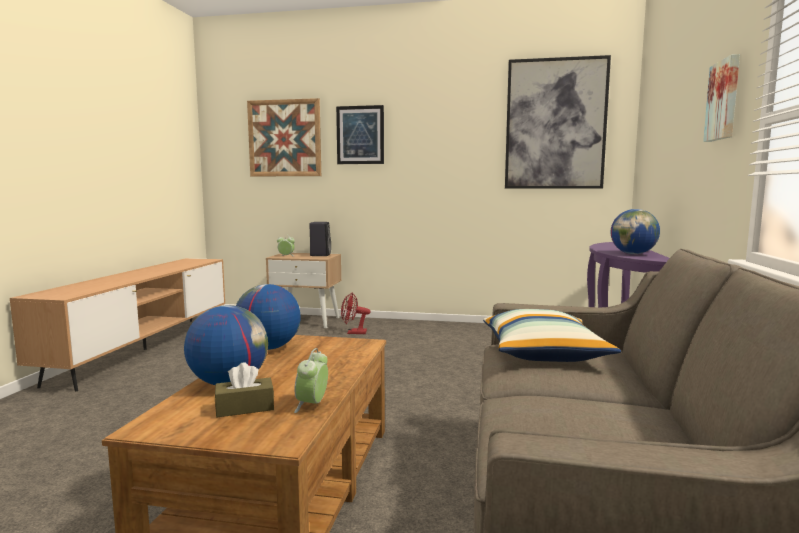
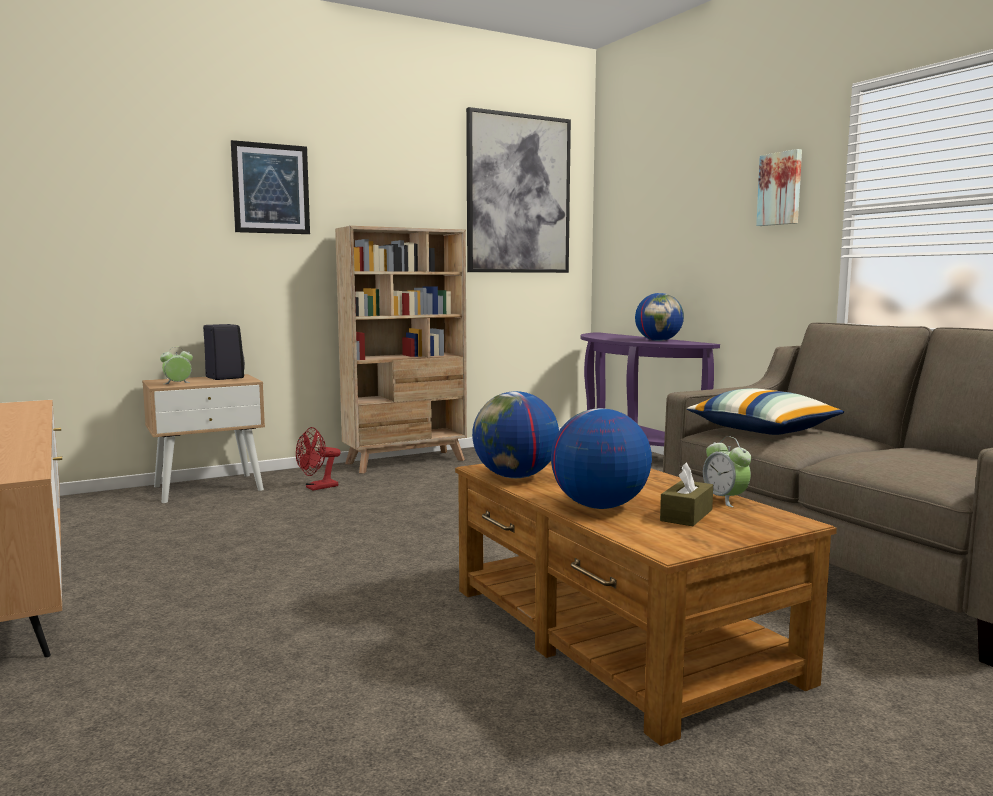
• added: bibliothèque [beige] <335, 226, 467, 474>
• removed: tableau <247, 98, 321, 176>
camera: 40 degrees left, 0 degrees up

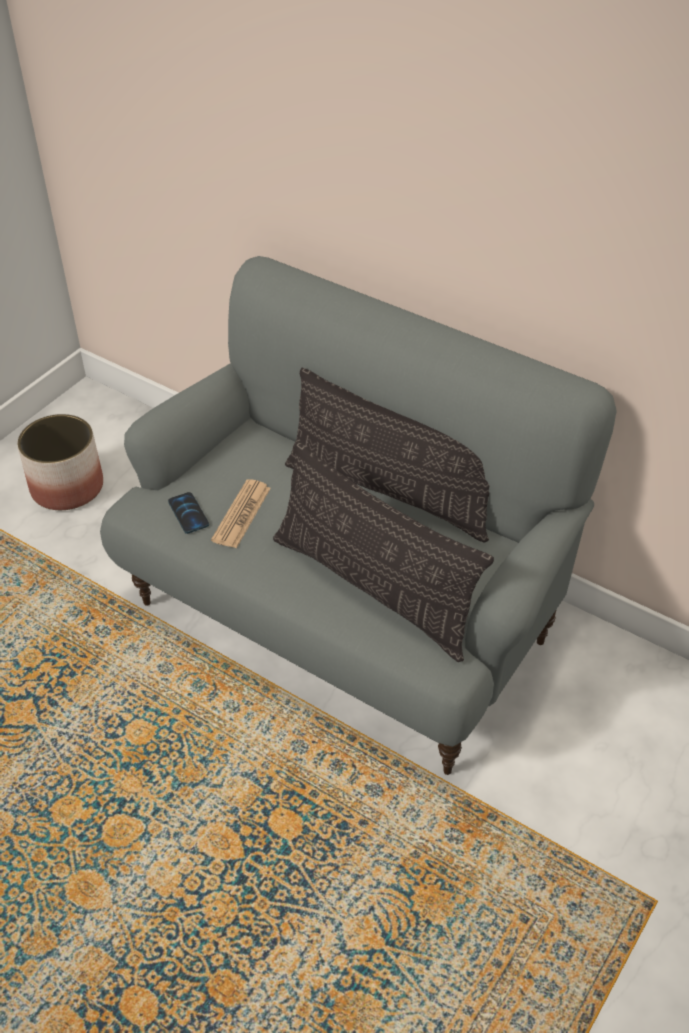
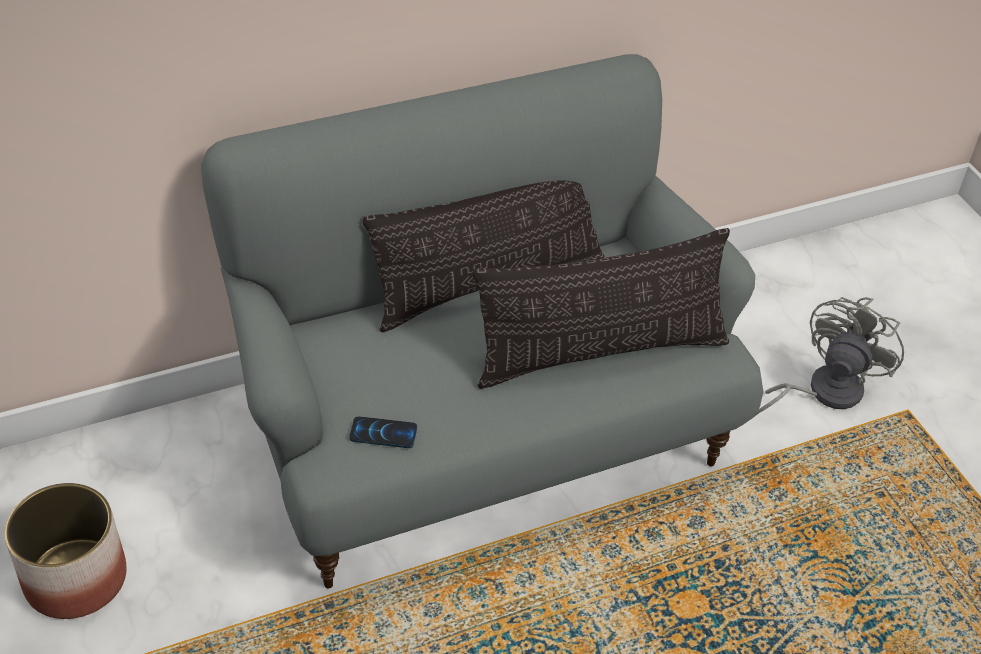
• added: ventilateur [gris] <753, 297, 904, 418>
• removed: journal <211, 479, 271, 548>
camera: 60 degrees left, 0 degrees up

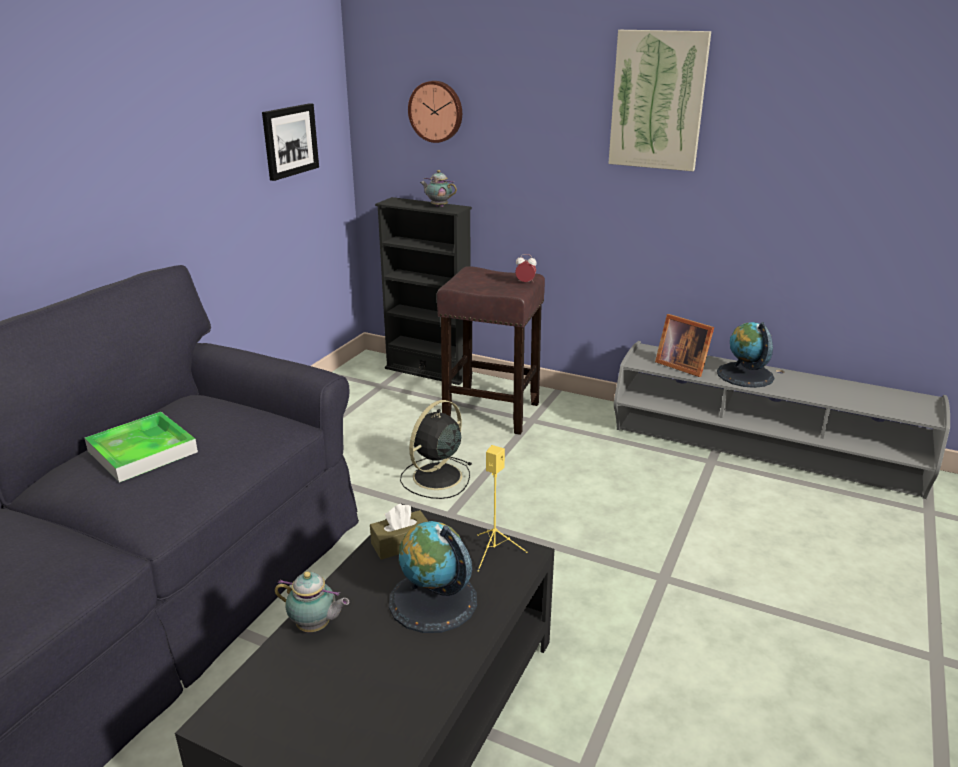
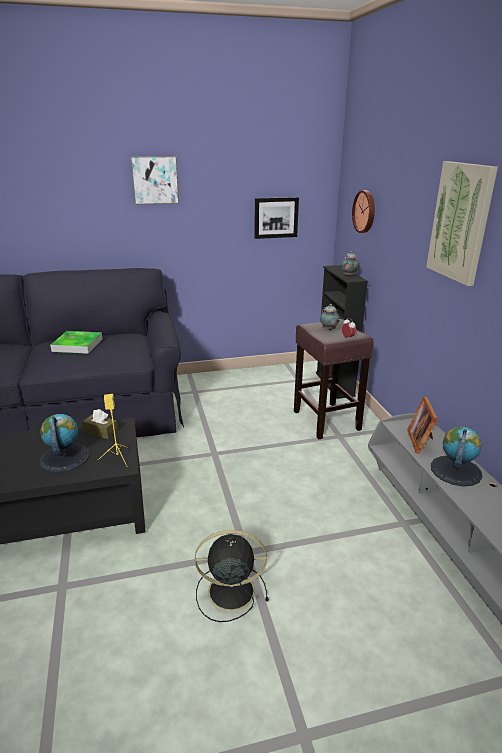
• added: tableau <130, 156, 179, 205>
• moved: ventilateur [noir] <400, 400, 472, 499> to <195, 530, 269, 622>
• moved: théière <275, 571, 349, 632> to <320, 304, 340, 331>
camera: 50 degrees right, 0 degrees up

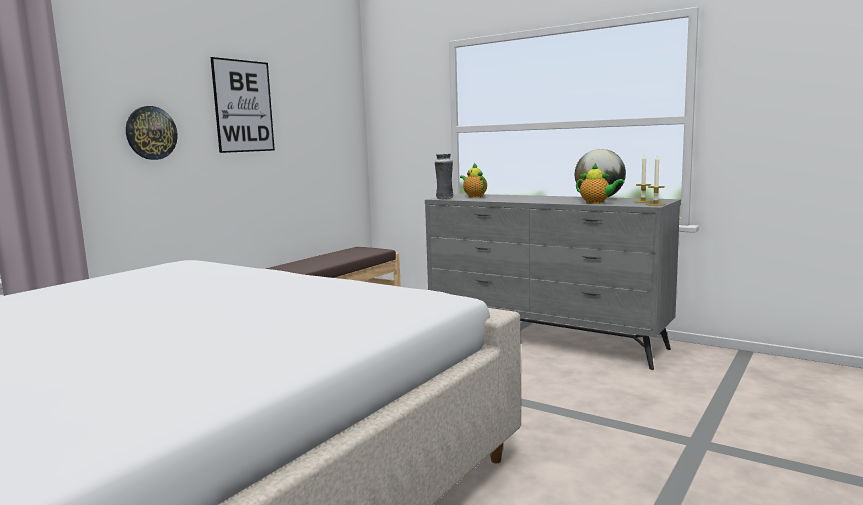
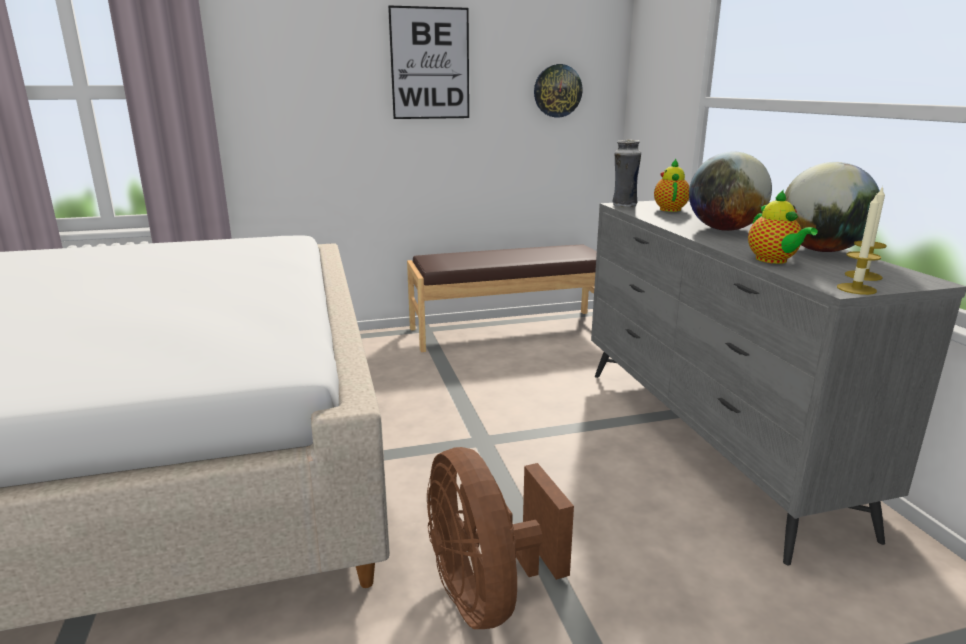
• added: ventilateur [marron] <427, 447, 574, 629>
• moved: horloge murale <126, 106, 177, 160> to <534, 64, 583, 118>
• added: globe <689, 151, 772, 231>
camera: 40 degrees right, 10 degrees up

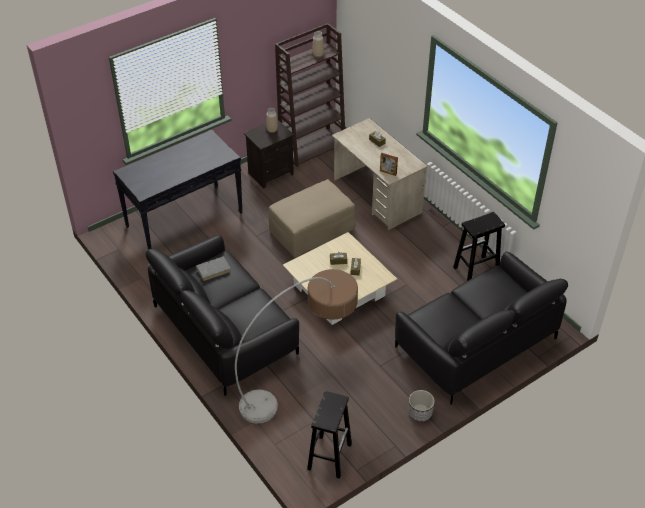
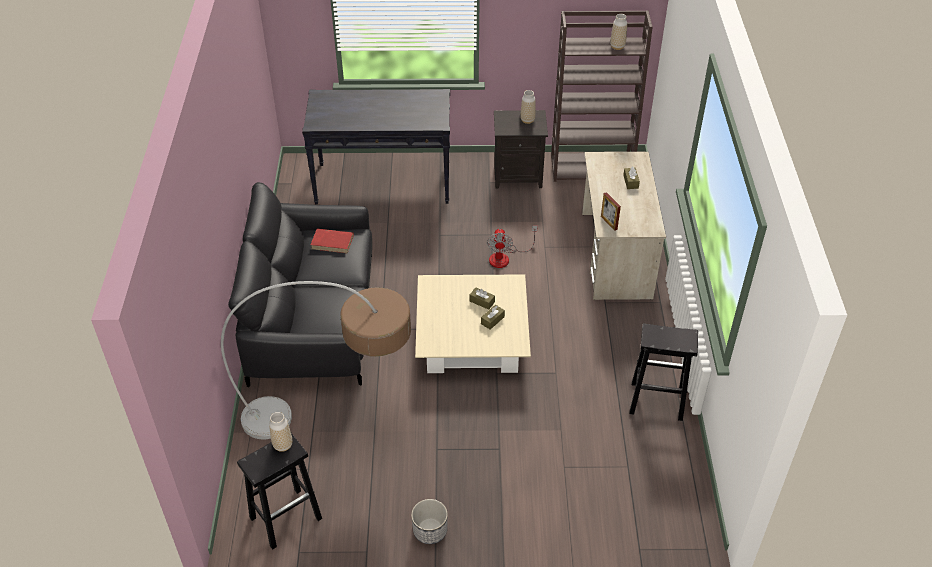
• added: vase <269, 412, 292, 452>
• recoloured: livre [gris] <196, 256, 231, 281> to livre [rouge] <311, 229, 354, 254>
• replaced: pouf [beige] <268, 179, 355, 257> to ventilateur <487, 226, 537, 268>
• removed: canapé [noir] <395, 251, 568, 404>
camera: 35 degrees right, 0 degrees up

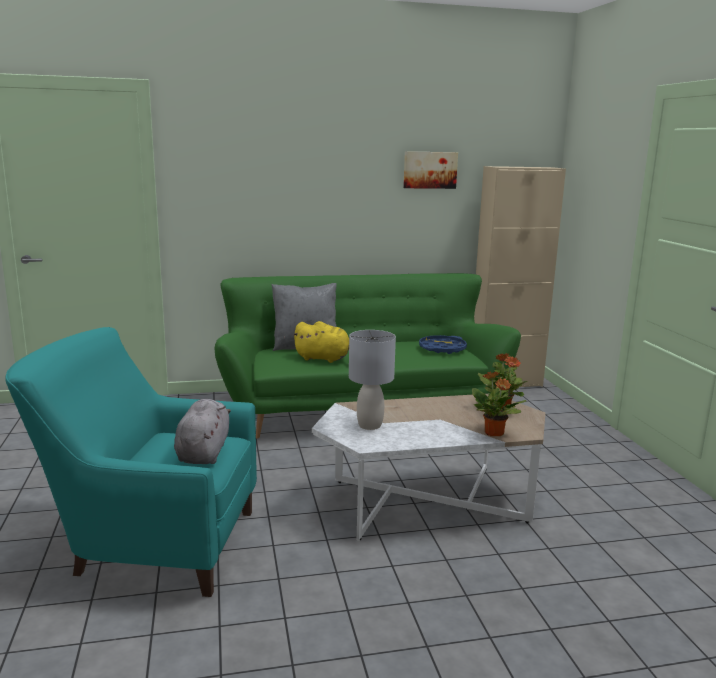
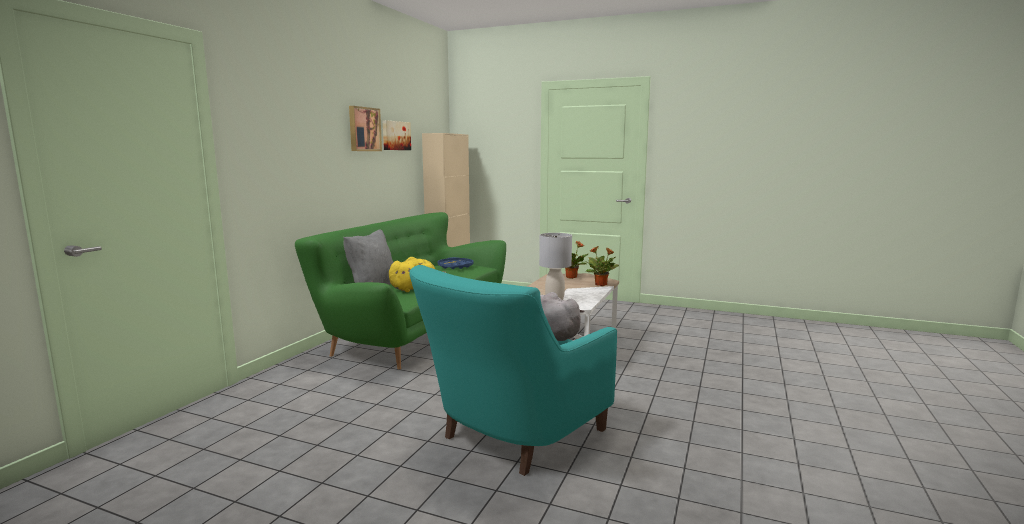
• added: tableau <349, 106, 382, 151>
camera: 55 degrees left, 5 degrees down

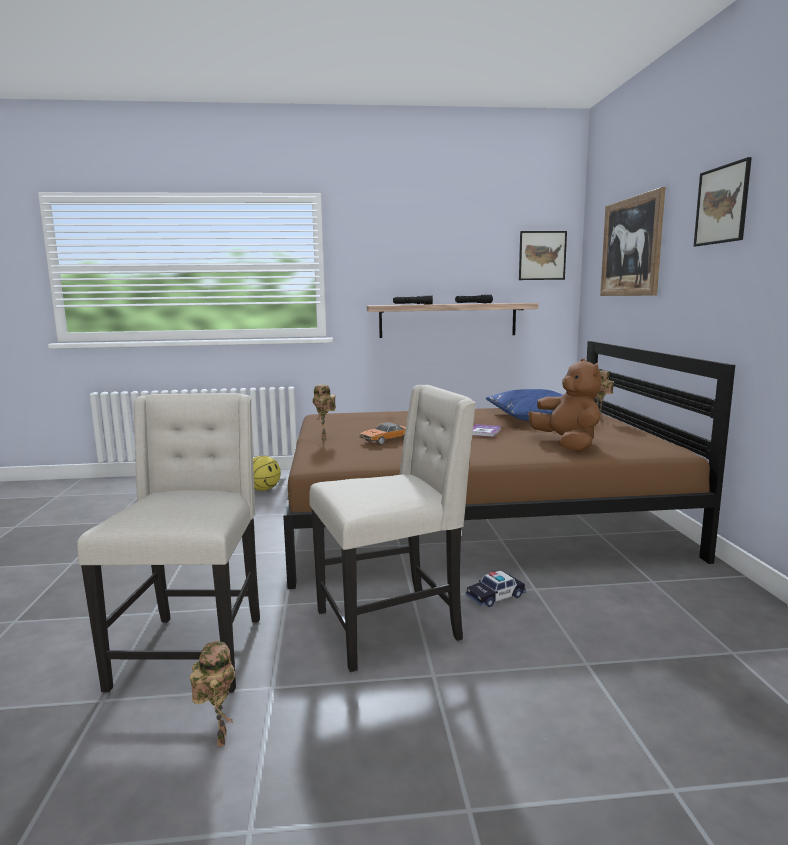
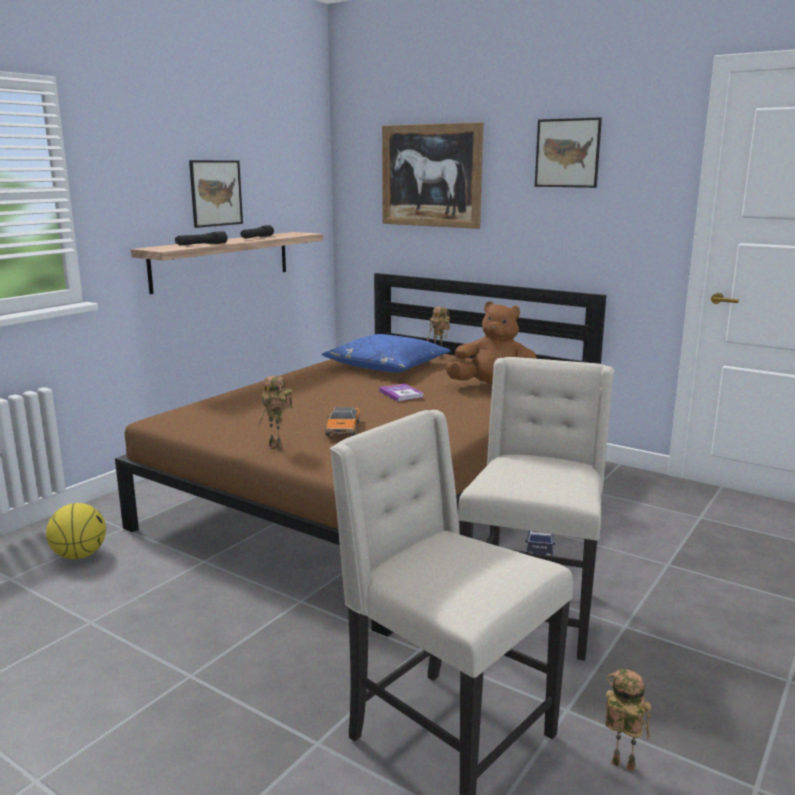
• moved: tableau <519, 231, 567, 280> to <189, 160, 243, 228>
camera: 50 degrees left, 5 degrees up

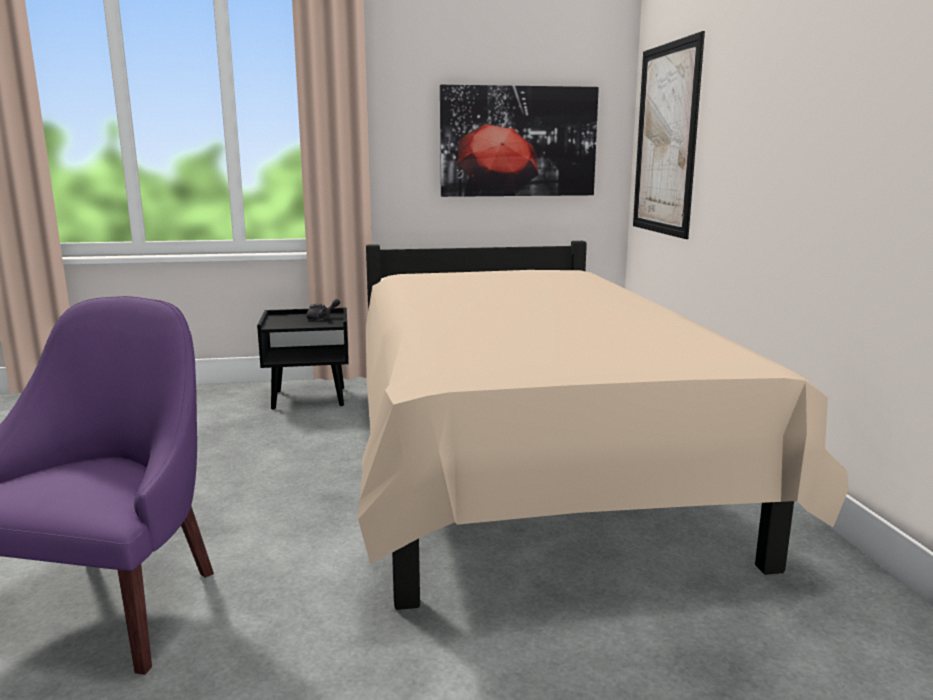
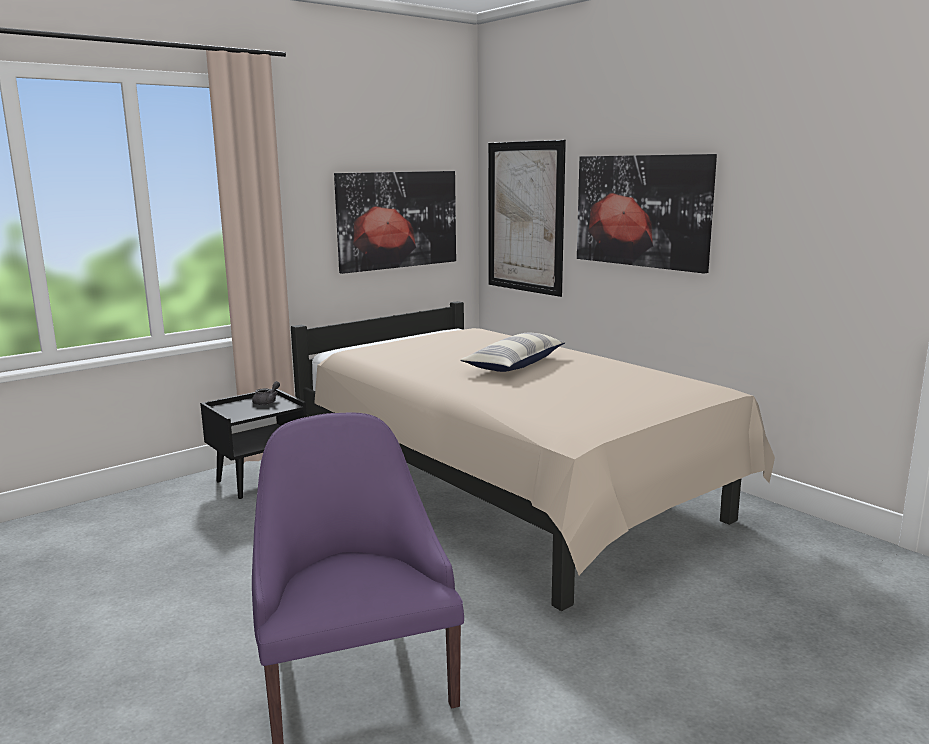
• added: coussin <460, 333, 566, 372>
• added: tableau <577, 154, 717, 274>
camera: 30 degrees left, 0 degrees up

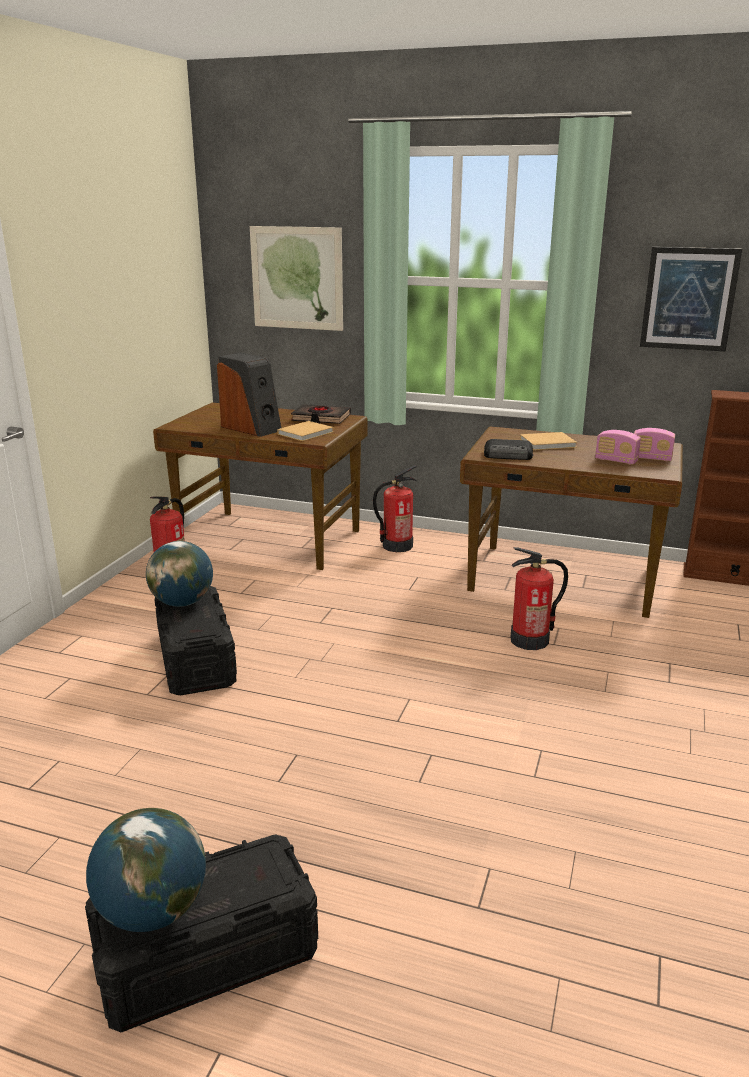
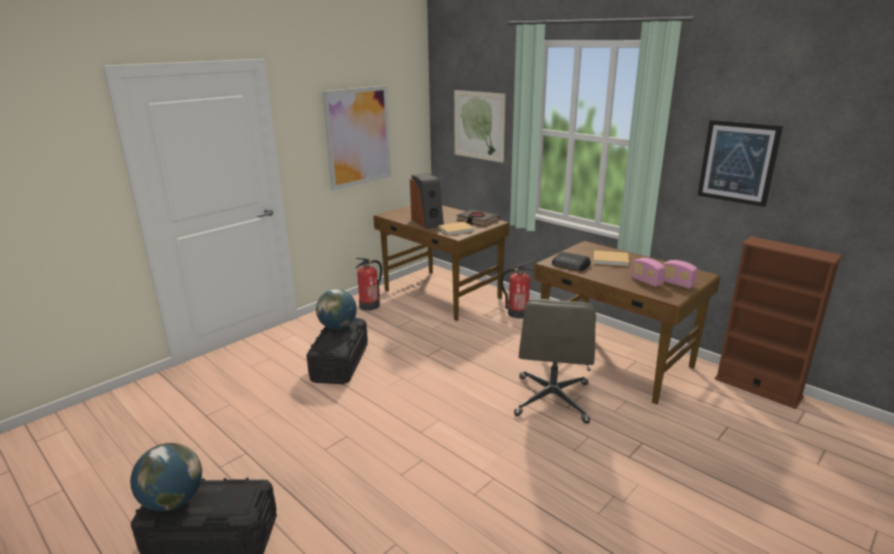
• added: tableau <322, 85, 391, 190>
• replaced: extincteur <511, 547, 568, 650> to chaise de bureau [gris] <514, 299, 596, 424>
camera: 25 degrees right, 0 degrees up

